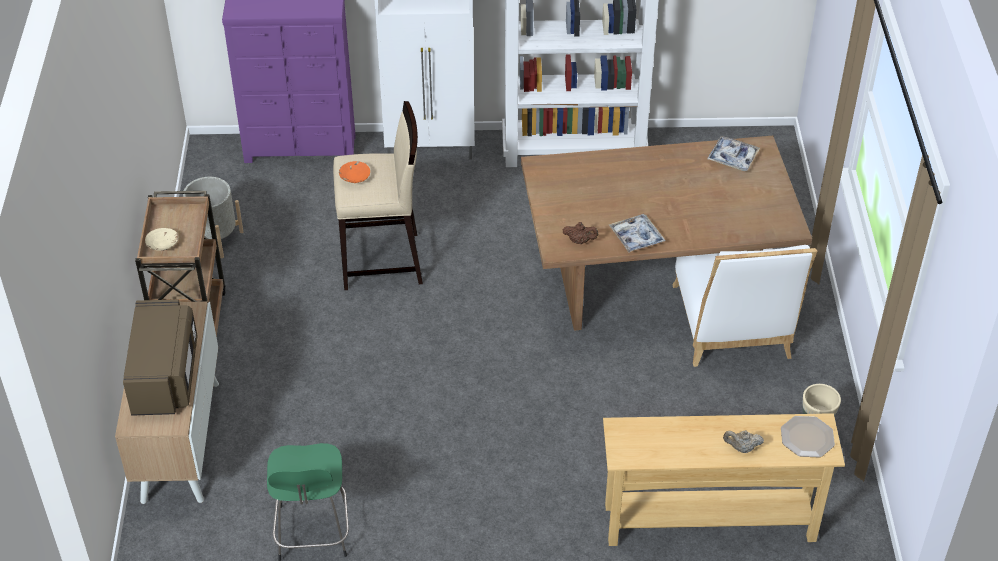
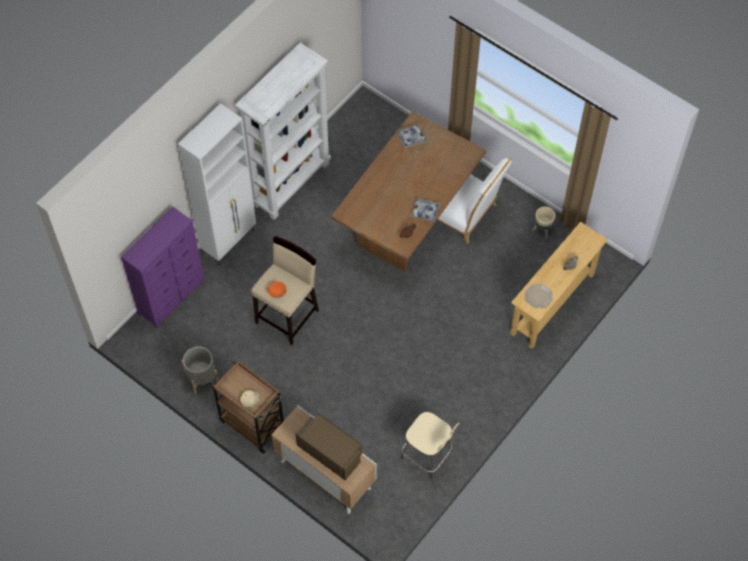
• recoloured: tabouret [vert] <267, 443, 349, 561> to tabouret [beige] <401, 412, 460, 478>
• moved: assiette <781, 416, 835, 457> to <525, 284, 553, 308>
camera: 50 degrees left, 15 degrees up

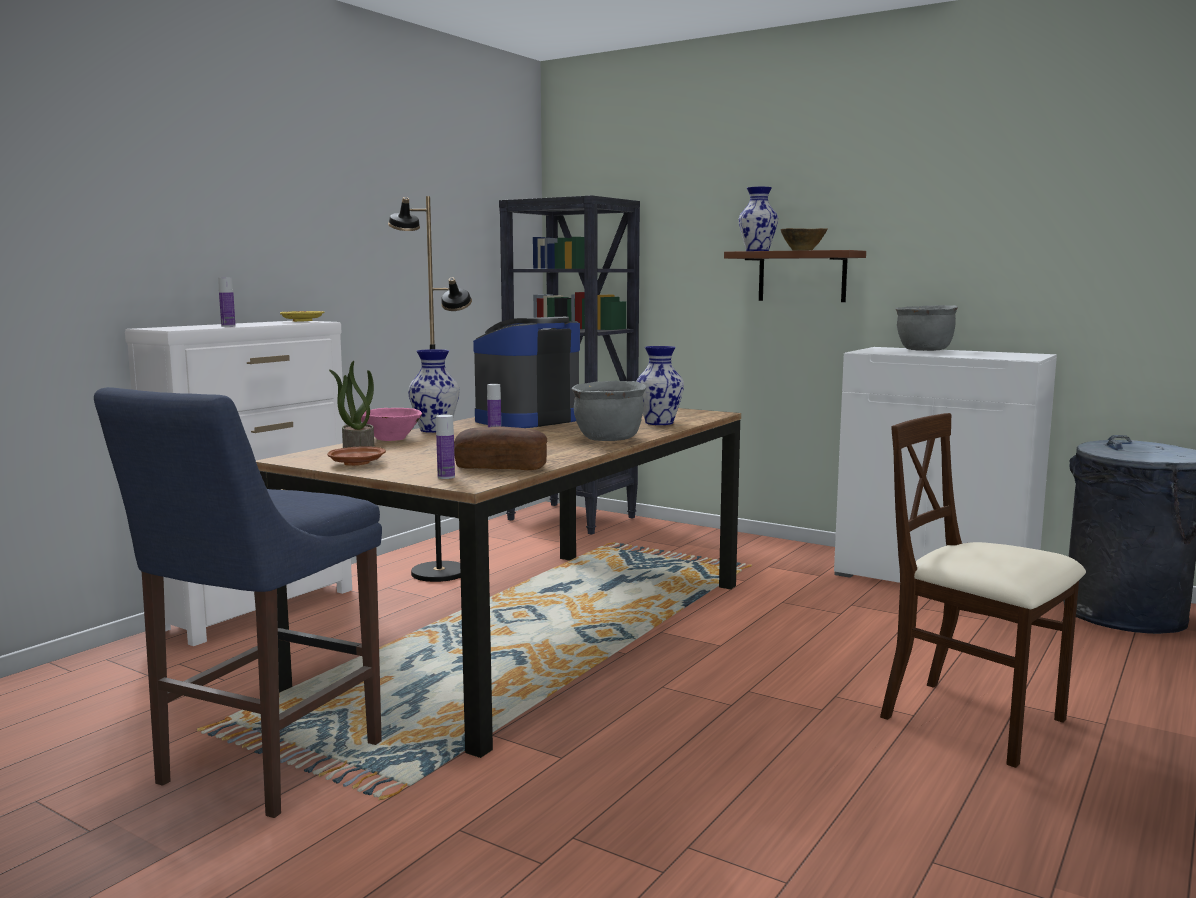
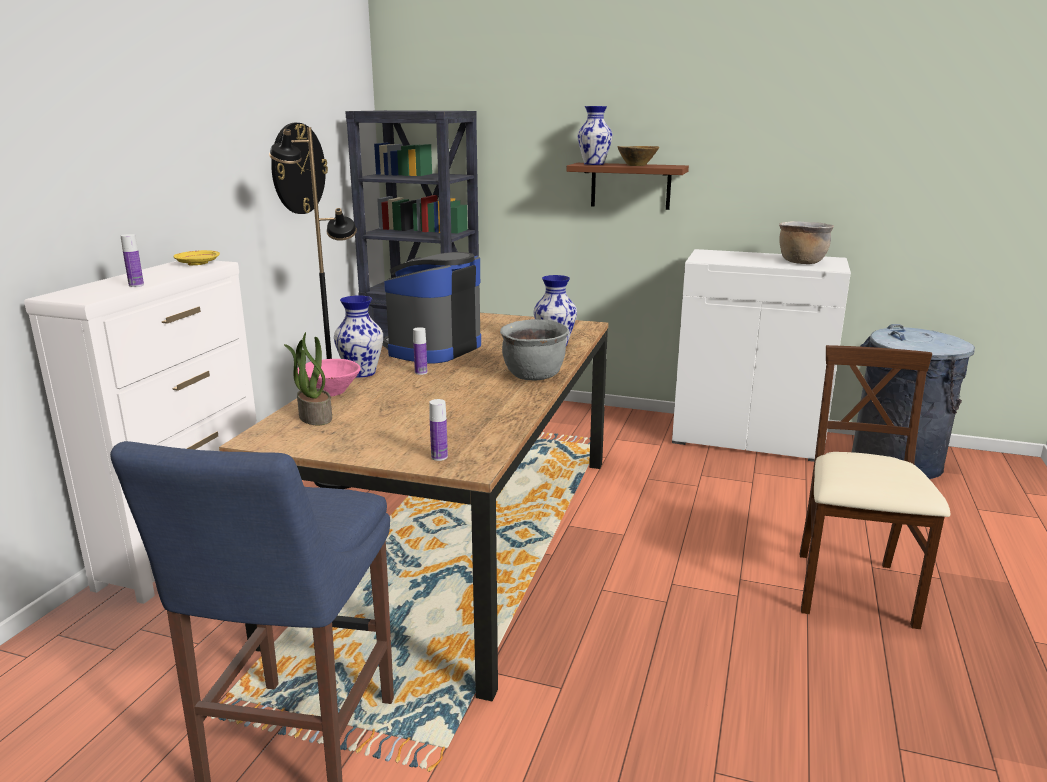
• added: horloge murale <271, 123, 328, 214>
• added: marmite [marron] <779, 221, 834, 264>
• turned: chaise [beige] <880, 413, 1086, 768> = <799, 345, 951, 629> 75 degrees clockwise
• removed: assiette [marron] <327, 446, 386, 466>
• removed: pain <454, 427, 547, 470>
• removed: marmite [gris] <896, 305, 958, 351>
camera: 15 degrees left, 10 degrees up

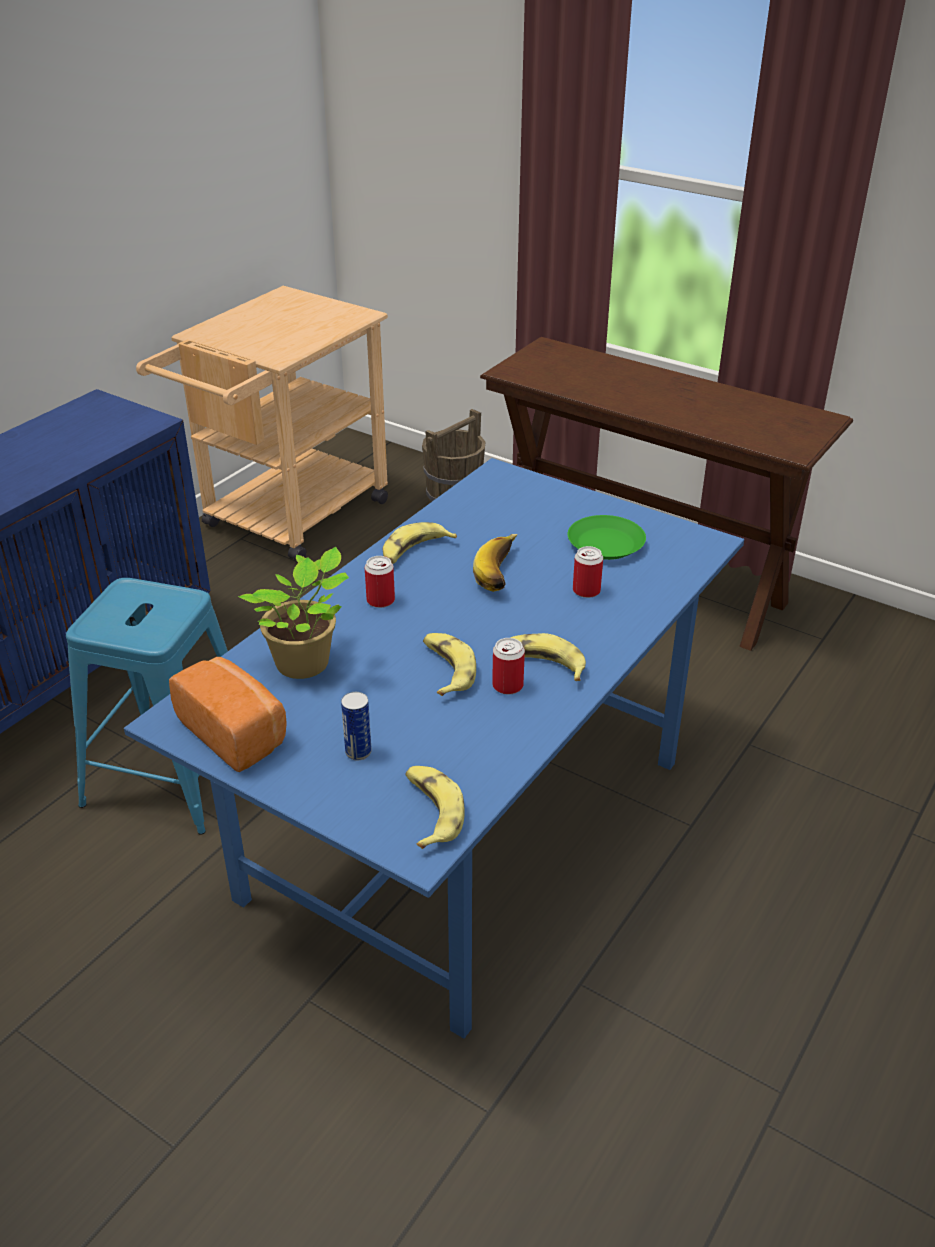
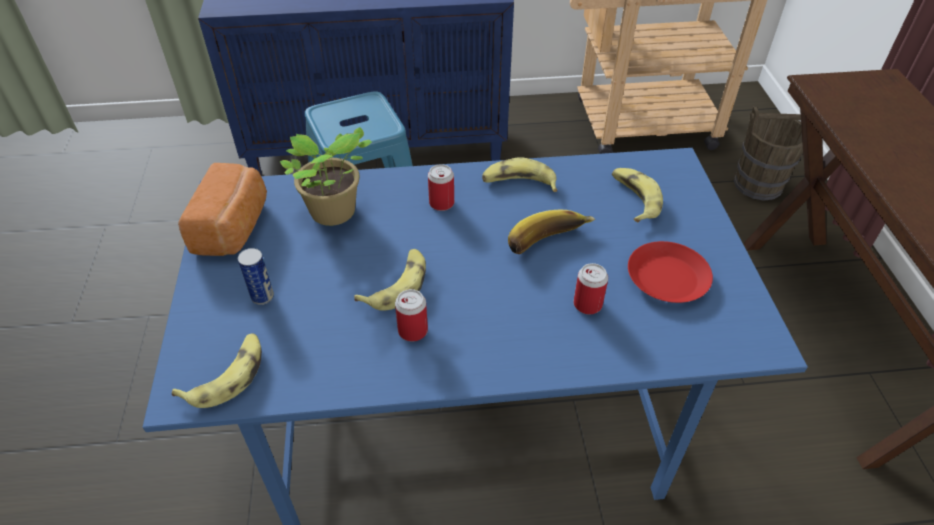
• moved: banane <510, 633, 586, 681> to <612, 168, 663, 222>
• recoloured: assiette [vert] <568, 515, 646, 560> to assiette [rouge] <628, 241, 713, 303>
camera: 50 degrees right, 10 degrees up

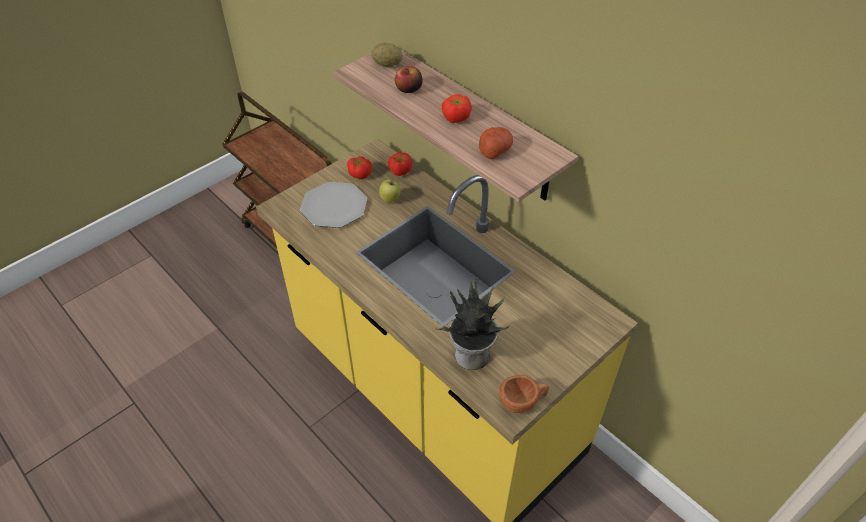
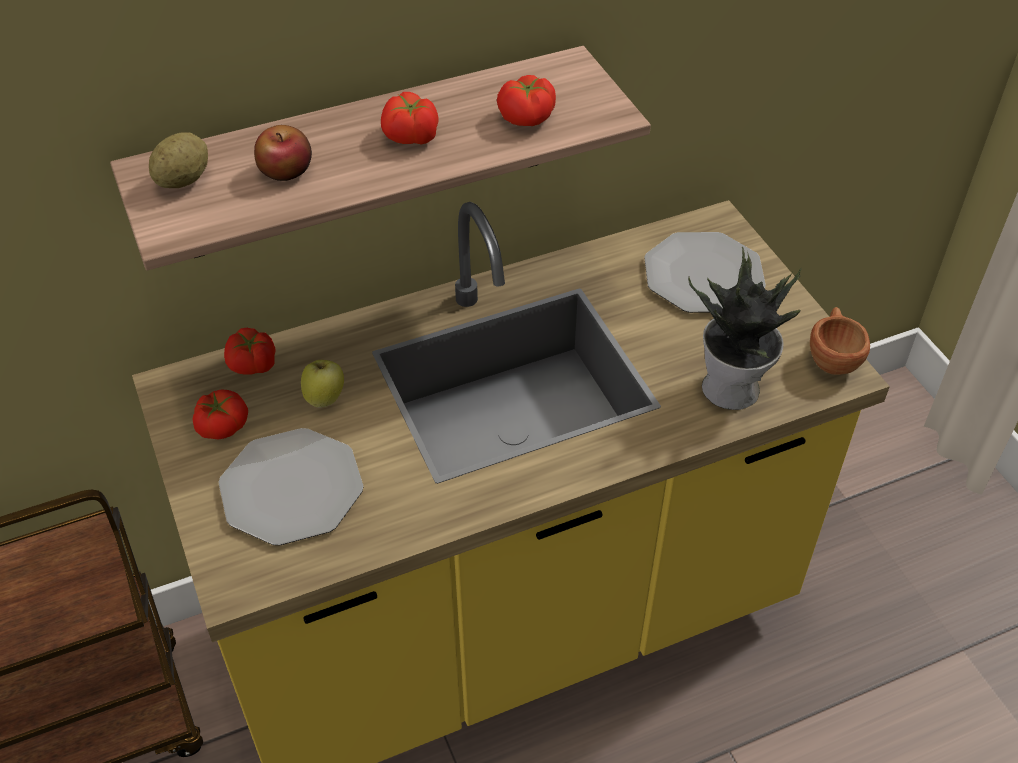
• replaced: pomme de terre <479, 127, 513, 159> to tomate <497, 75, 556, 126>
• added: assiette <644, 232, 766, 313>
camera: 70 degrees left, 0 degrees up

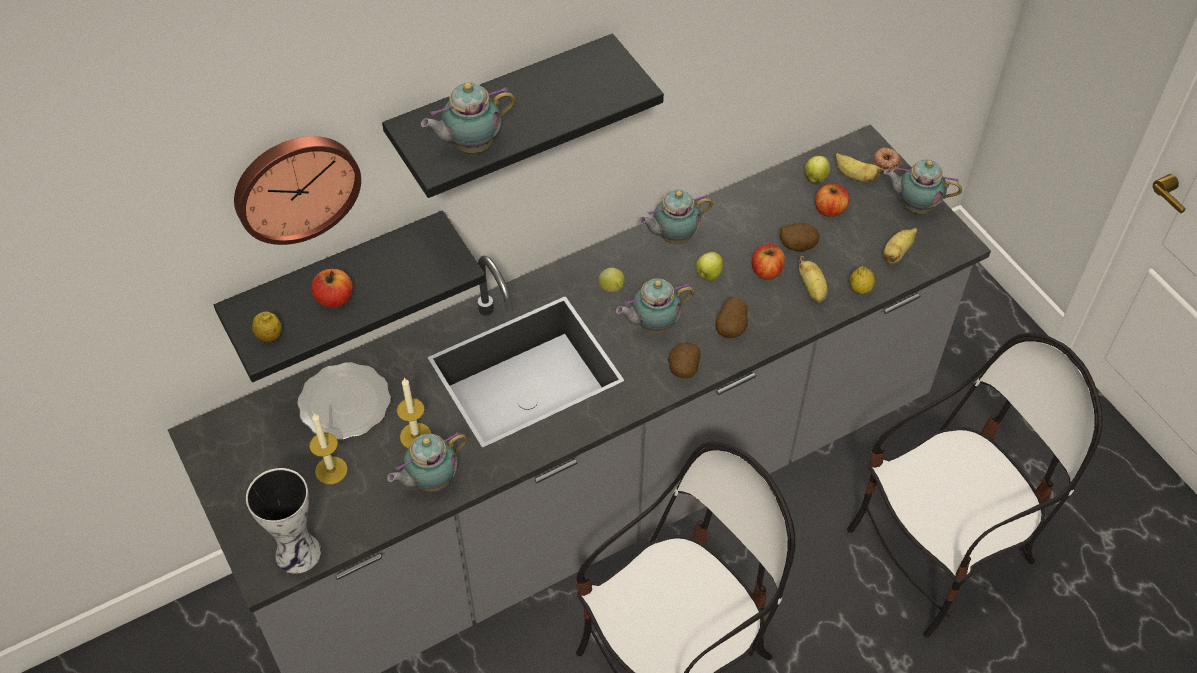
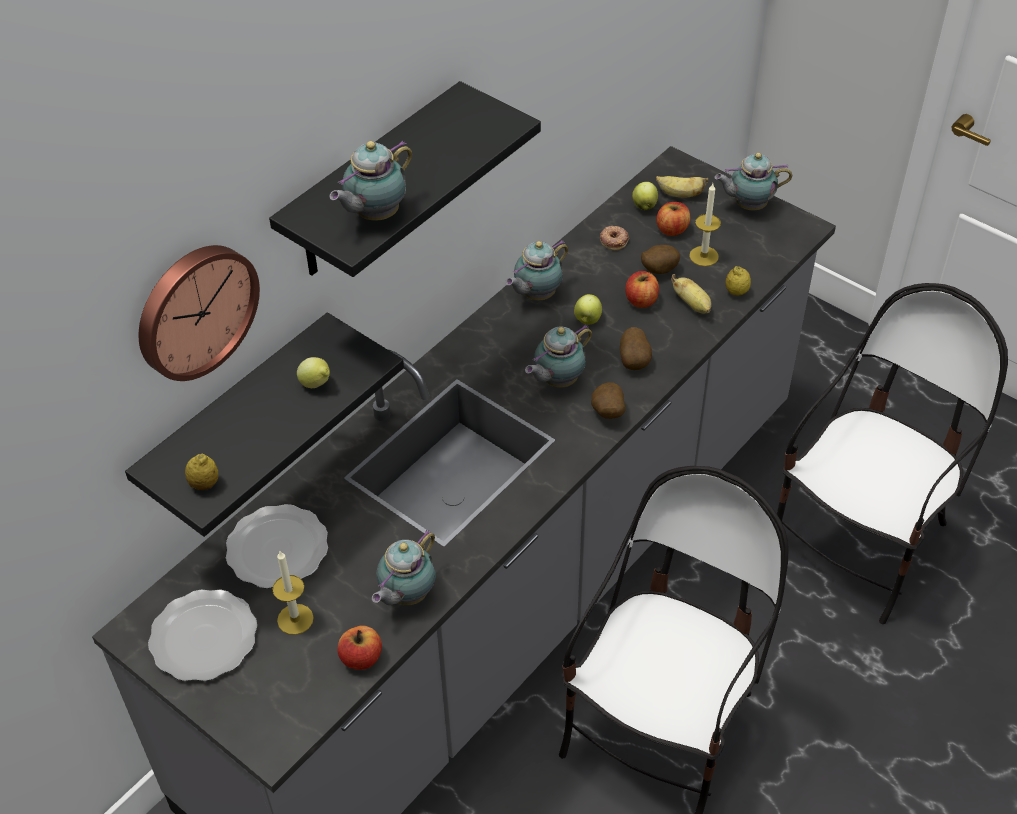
• added: assiette <148, 589, 257, 681>
• moved: citron <599, 267, 625, 292> to <297, 357, 330, 388>
• moved: pomme <311, 269, 353, 308> to <337, 625, 382, 670>
• moved: beignet <873, 148, 901, 172> to <600, 226, 629, 251>
• moved: bougie <397, 377, 431, 448> to <689, 183, 721, 266>
• removed: vase <246, 468, 321, 574>
• removed: banane <884, 228, 917, 264>
camera: 20 degrees left, 5 degrees down

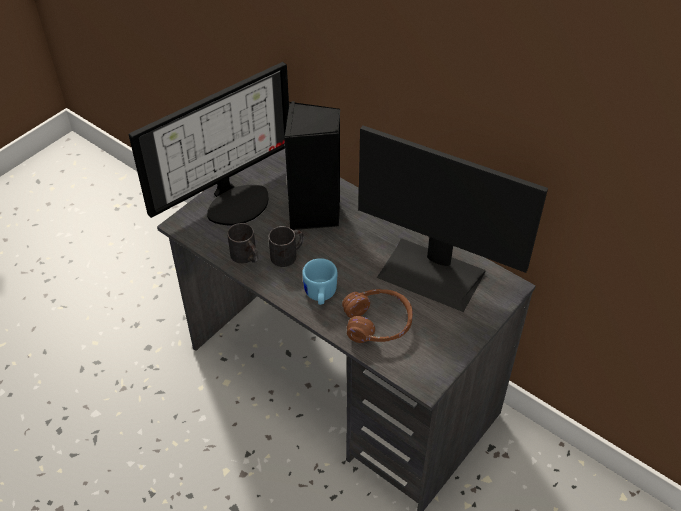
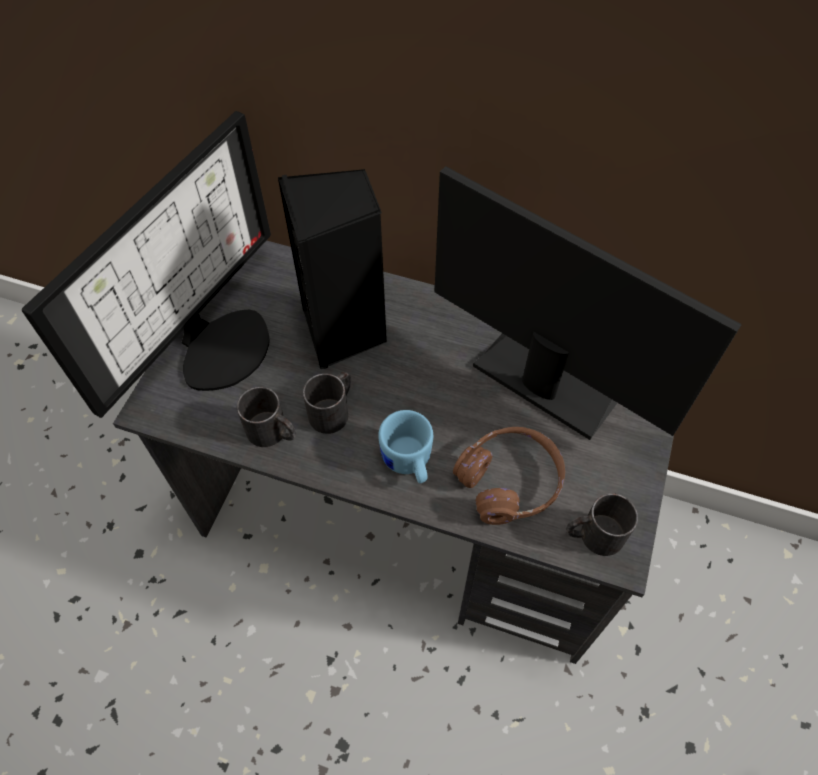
• turned: écran d'ordinateur <358, 125, 548, 312> = <435, 166, 742, 440> 150 degrees counterclockwise
• added: mug [noir] <566, 493, 638, 556>
camera: 20 degrees left, 10 degrees up

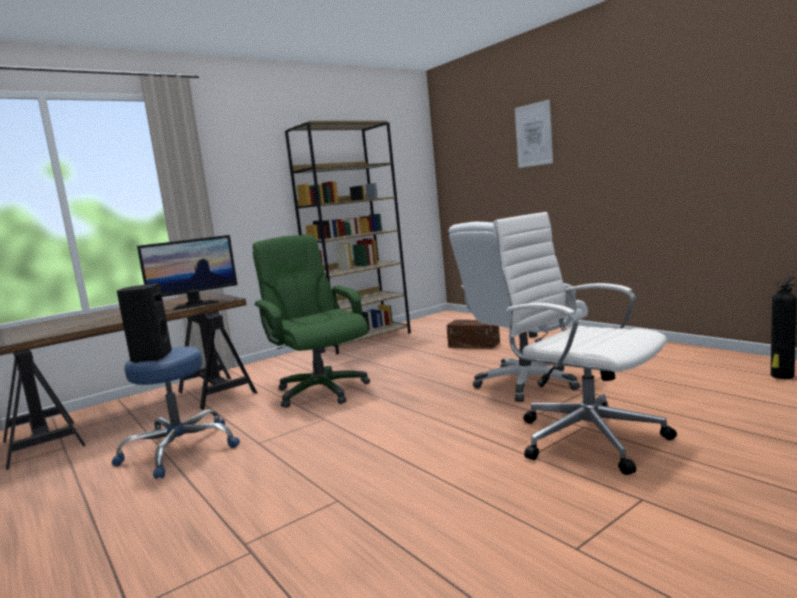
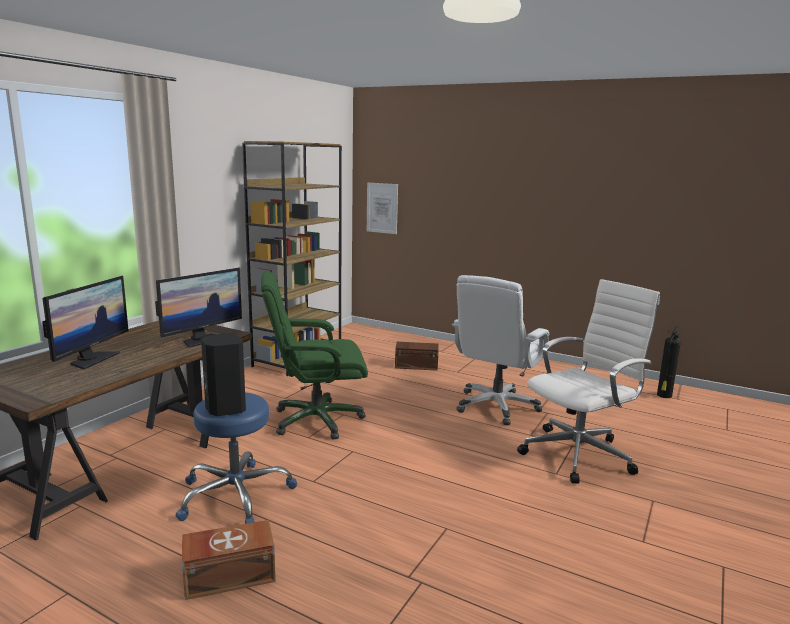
• added: écran d'ordinateur <42, 276, 129, 369>
• added: boîte de rangement [marron] <182, 520, 275, 600>
• turned: chaise de bureau [vert] <253, 235, 370, 408> = <261, 271, 368, 440> 45 degrees counterclockwise
• moved: tableau <515, 99, 553, 168> to <367, 183, 398, 234>
• turned: chaise de bureau [blanc] <493, 212, 677, 475> = <517, 279, 660, 484> 120 degrees clockwise
camera: 25 degrees left, 5 degrees up

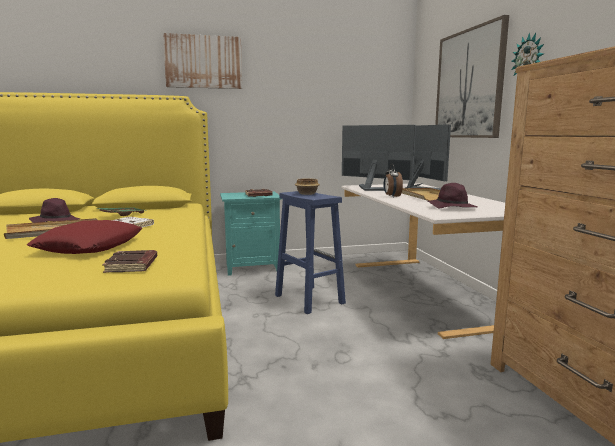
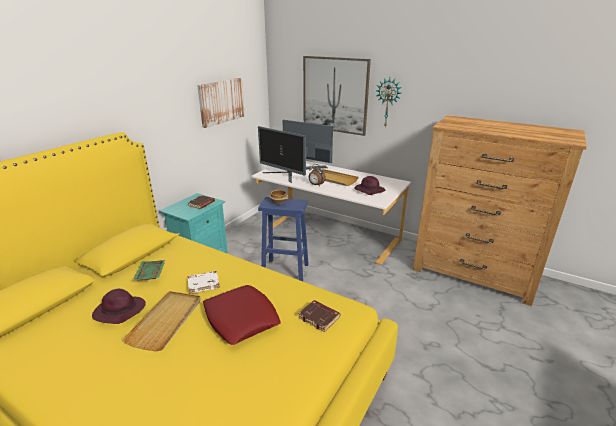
• moved: tableau <163, 33, 242, 89> to <197, 78, 245, 128>
• turned: écran d'ordinateur <342, 125, 416, 191> = <258, 126, 306, 183> 135 degrees counterclockwise
camera: 45 degrees left, 15 degrees up

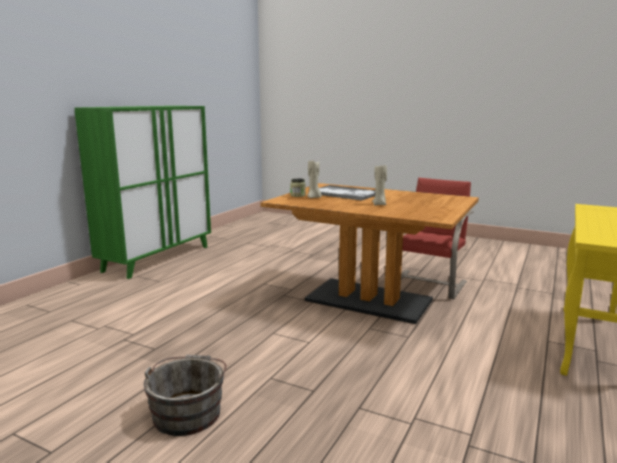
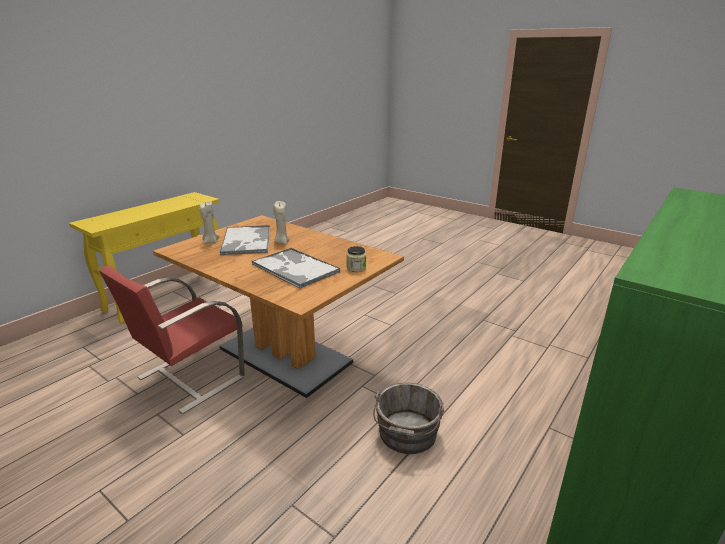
• moved: bougie [beige] <307, 161, 322, 198> to <200, 201, 219, 244>
• added: plateau <219, 225, 270, 255>
• moved: seau [gris] <144, 355, 226, 436> to <373, 383, 444, 454>
camera: 170 degrees left, 10 degrees up

